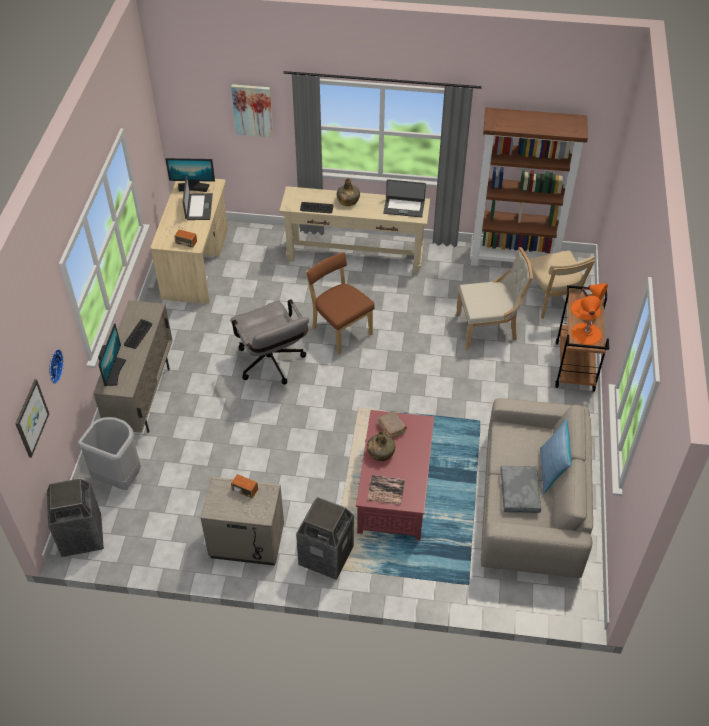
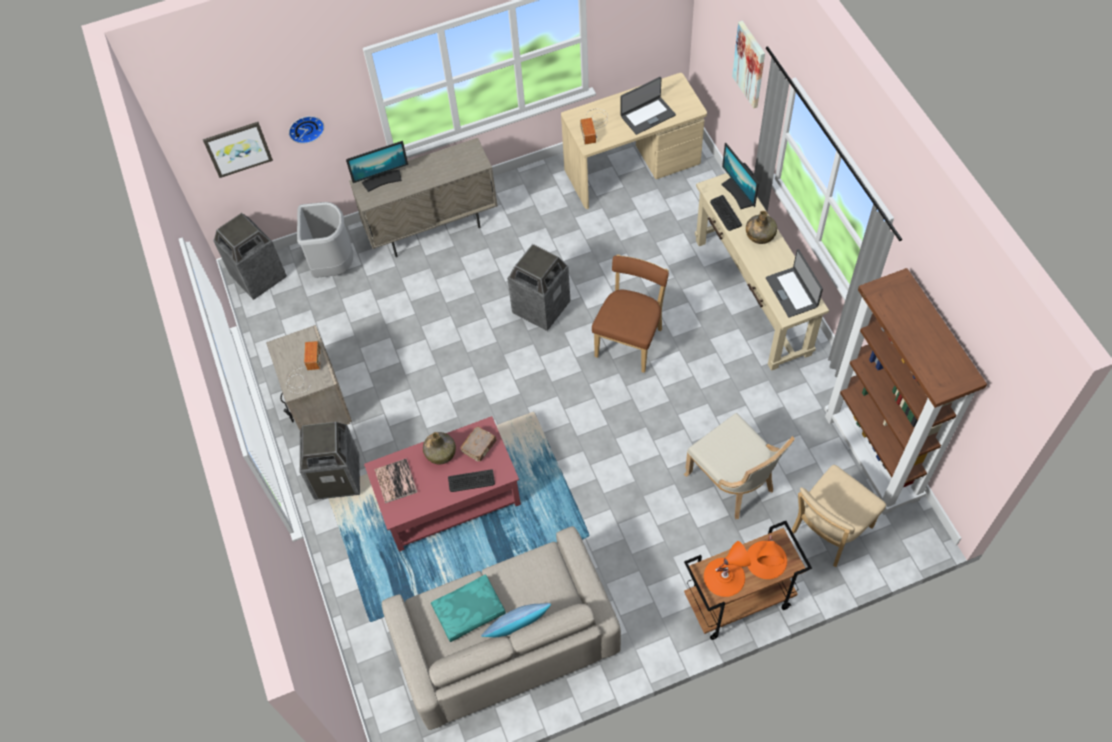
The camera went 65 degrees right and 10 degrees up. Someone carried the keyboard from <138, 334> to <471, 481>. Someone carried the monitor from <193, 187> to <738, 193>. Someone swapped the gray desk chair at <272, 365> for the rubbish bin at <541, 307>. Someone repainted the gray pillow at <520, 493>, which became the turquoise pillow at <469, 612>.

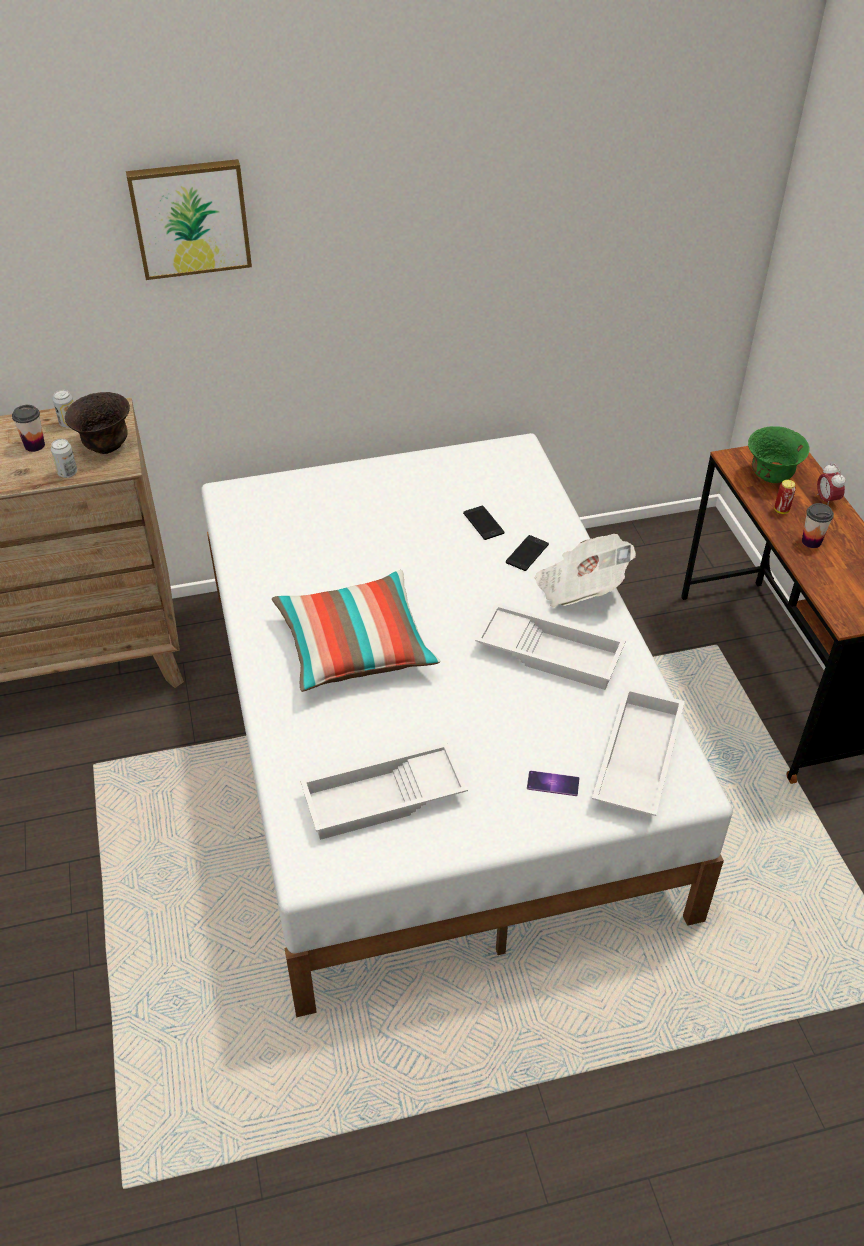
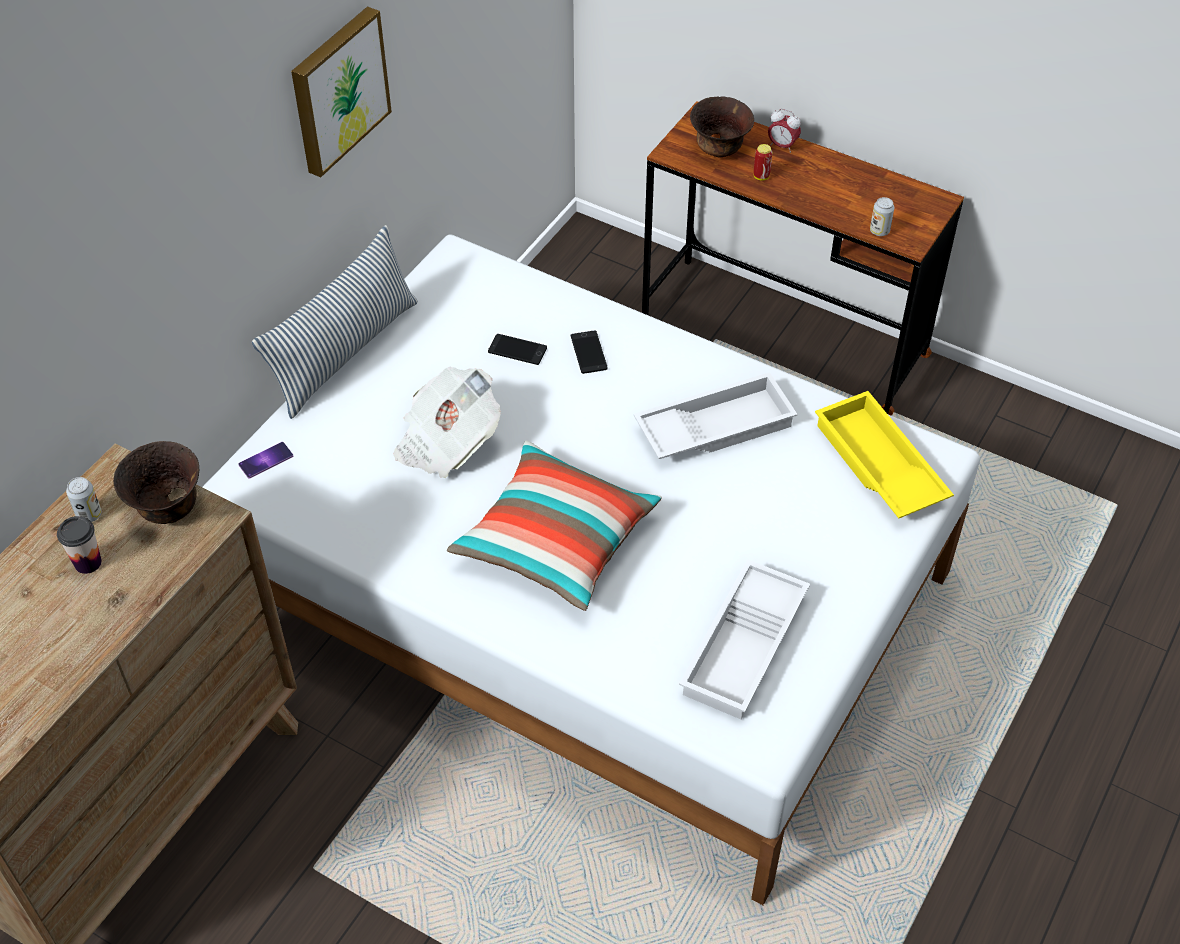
The camera went 45 degrees left and 5 degrees up. Someone carried the sealed can from <67, 473> to <879, 231>. Someone carried the wall art from <190, 217> to <337, 90>. Someone carried the telephone from <553, 783> to <266, 460>. Someone carried the daily paper from <580, 588> to <446, 441>. Someone repainted the white-coloured serving tray at <635, 758>, which became the yellow-coloured serving tray at <877, 465>. Someone repainted the greenish deep dish at <771, 477>, which became the brown deep dish at <719, 151>. Someone took away the drinking cup at <811, 541>. Someone put down the pillow at <345, 352>.

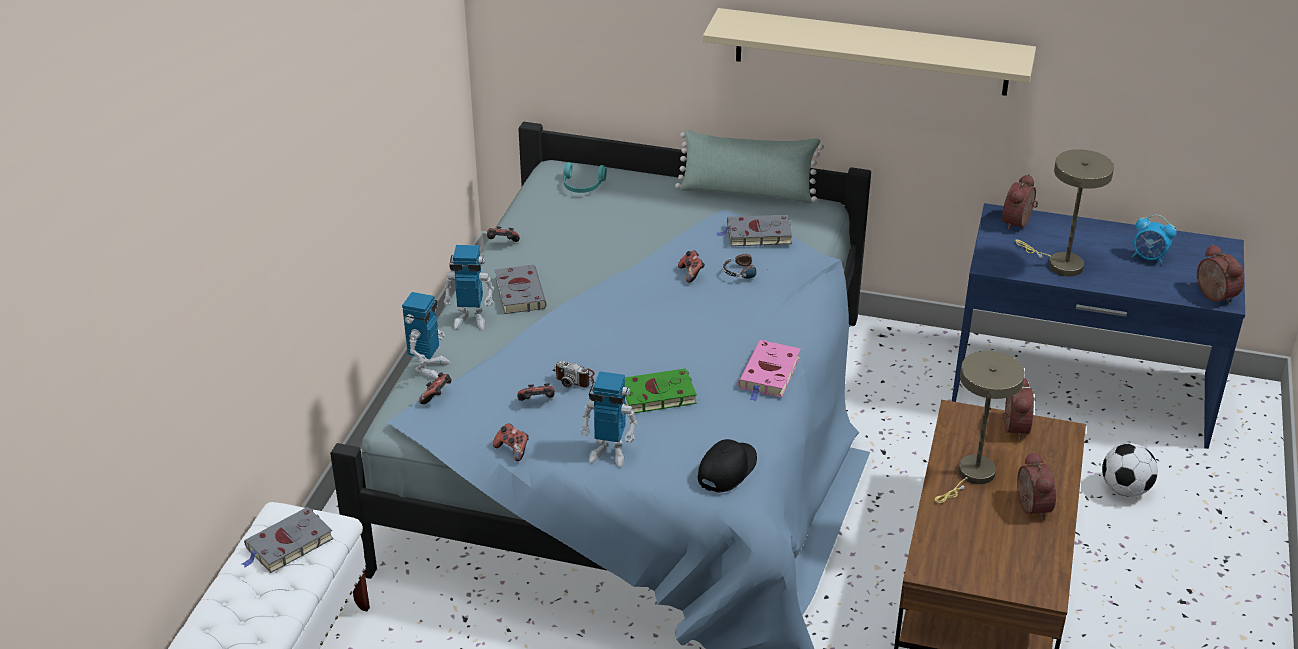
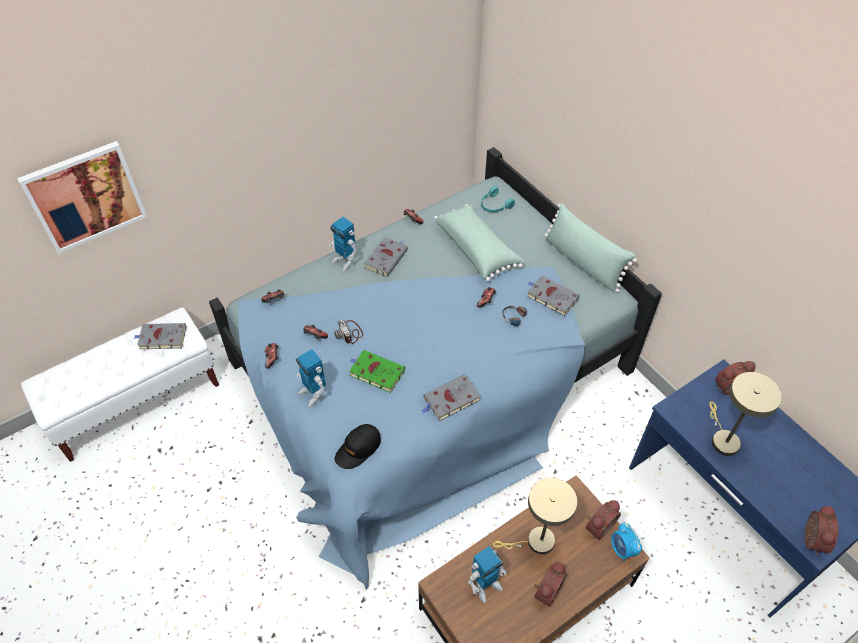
The camera went 40 degrees right and 15 degrees up. Someone carried the robot figure from <429, 368> to <485, 585>. Someone rotated the blackish peaked cap at <727, 470> by 150 degrees clockwise. Someone took away the sand-coloured shelf at <871, 52>. Someone repainted the pink volume at <769, 374>, which became the gray volume at <450, 400>. Someone took away the football ball at <1125, 489>. Someone carried the bedside clock from <1149, 258> to <622, 549>. Someone put up the wall art at <85, 196>. Someone put down the greenish pillow at <477, 249>.

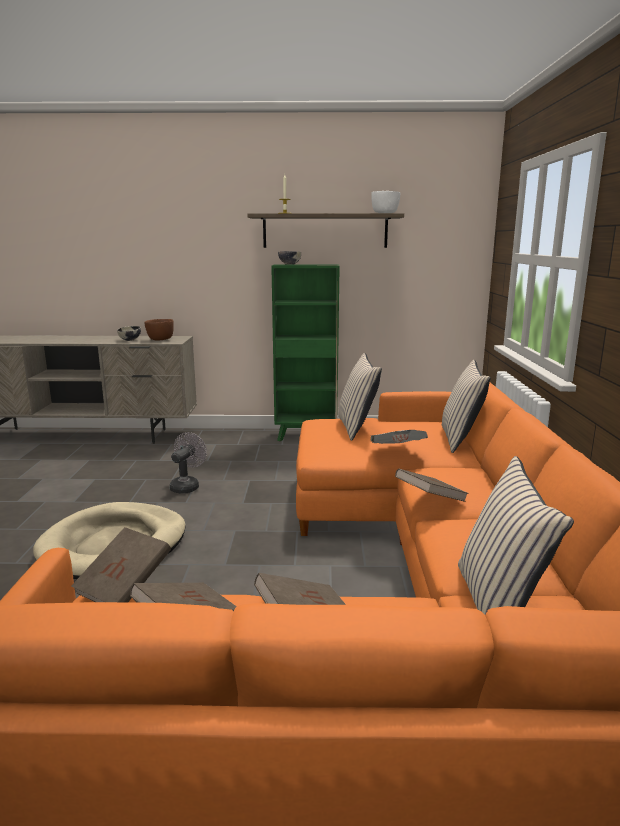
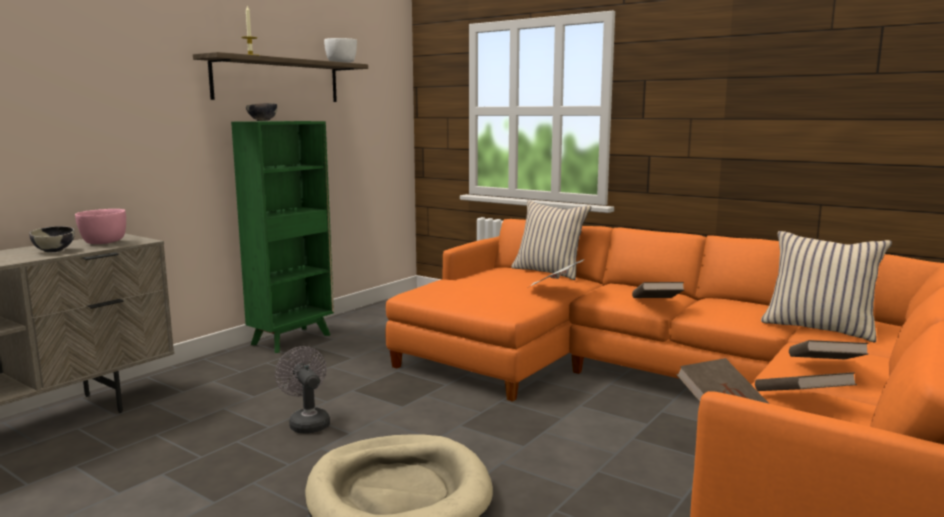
The camera went 55 degrees left and 5 degrees down. Someone repainted the brown deep dish at <160, 339>, which became the pink deep dish at <103, 243>. Someone took away the sand-coloured pillow at <357, 427>.

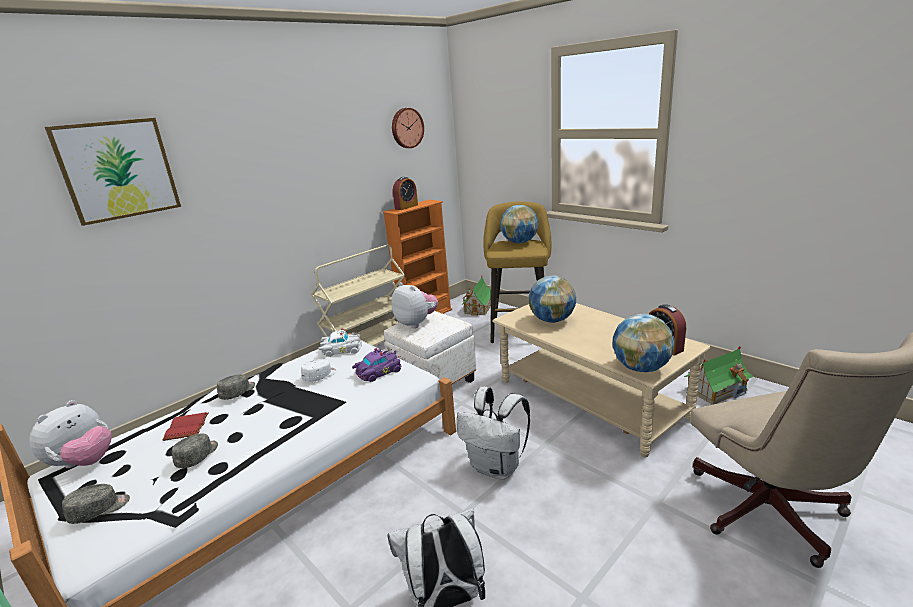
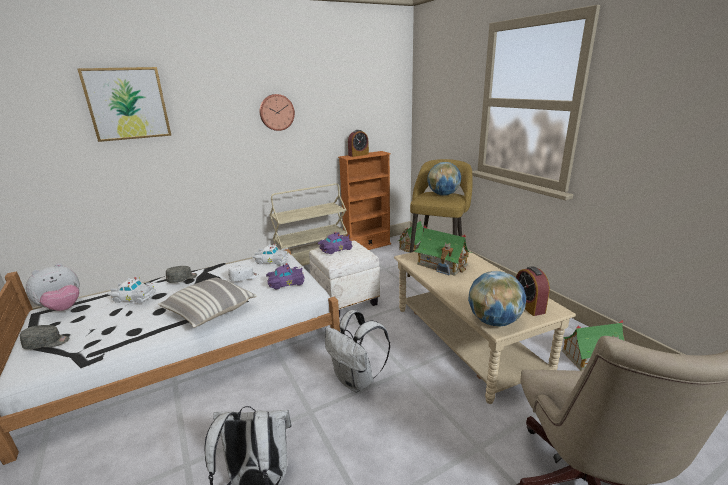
The camera went 15 degrees right and 0 degrees up. Someone swapped the reddish volume at <186, 427> for the white-coloured miniature car at <134, 297>. Someone took away the gray peaked cap at <198, 456>. Someone carried the hanging clock from <406, 128> to <276, 112>. Someone swapped the soft toy at <416, 323> for the purple miniature car at <335, 249>. Someone swapped the world globe at <552, 320> for the toy house at <442, 265>. Someone put down the pillow at <209, 311>.

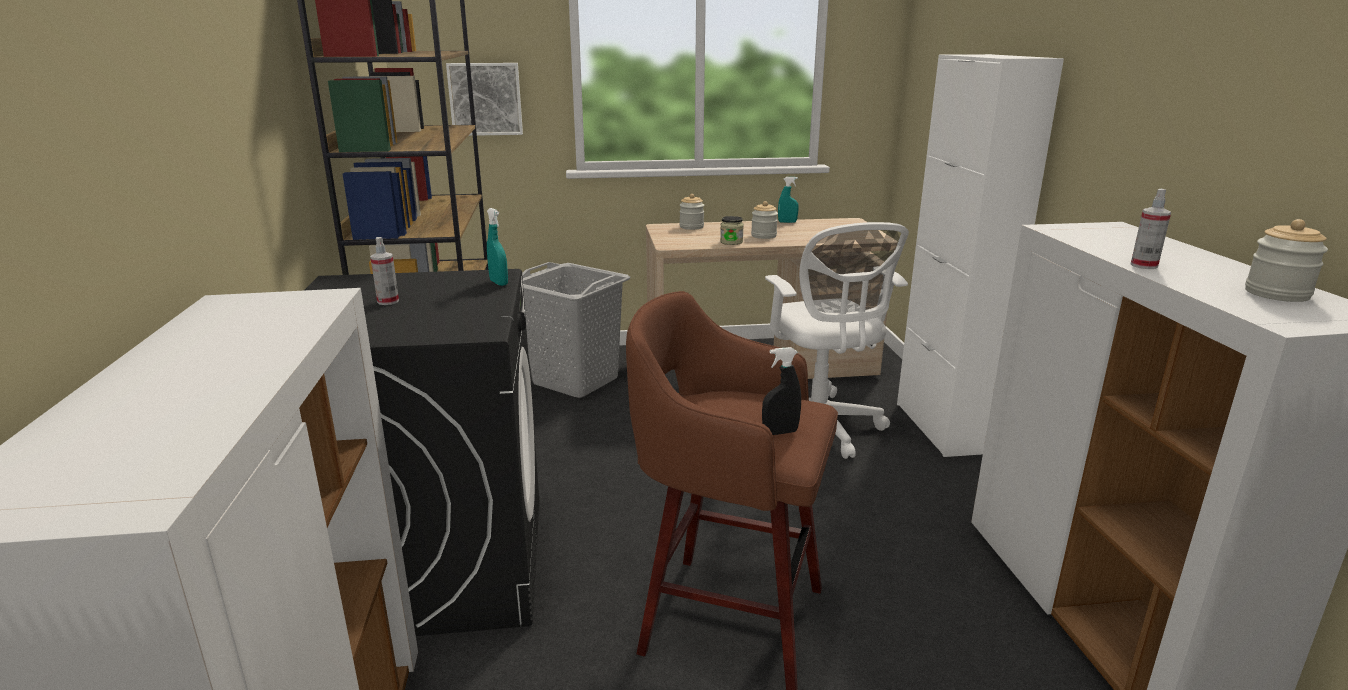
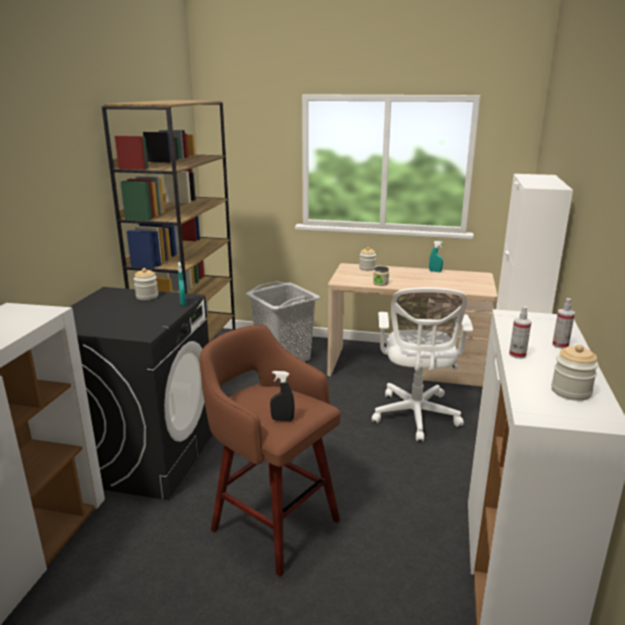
The camera went 20 degrees right and 0 degrees up. Someone carried the sprayer from <388, 301> to <560, 345>. Someone took away the wall art at <485, 99>. Someone carried the storage jar from <763, 236> to <147, 296>.

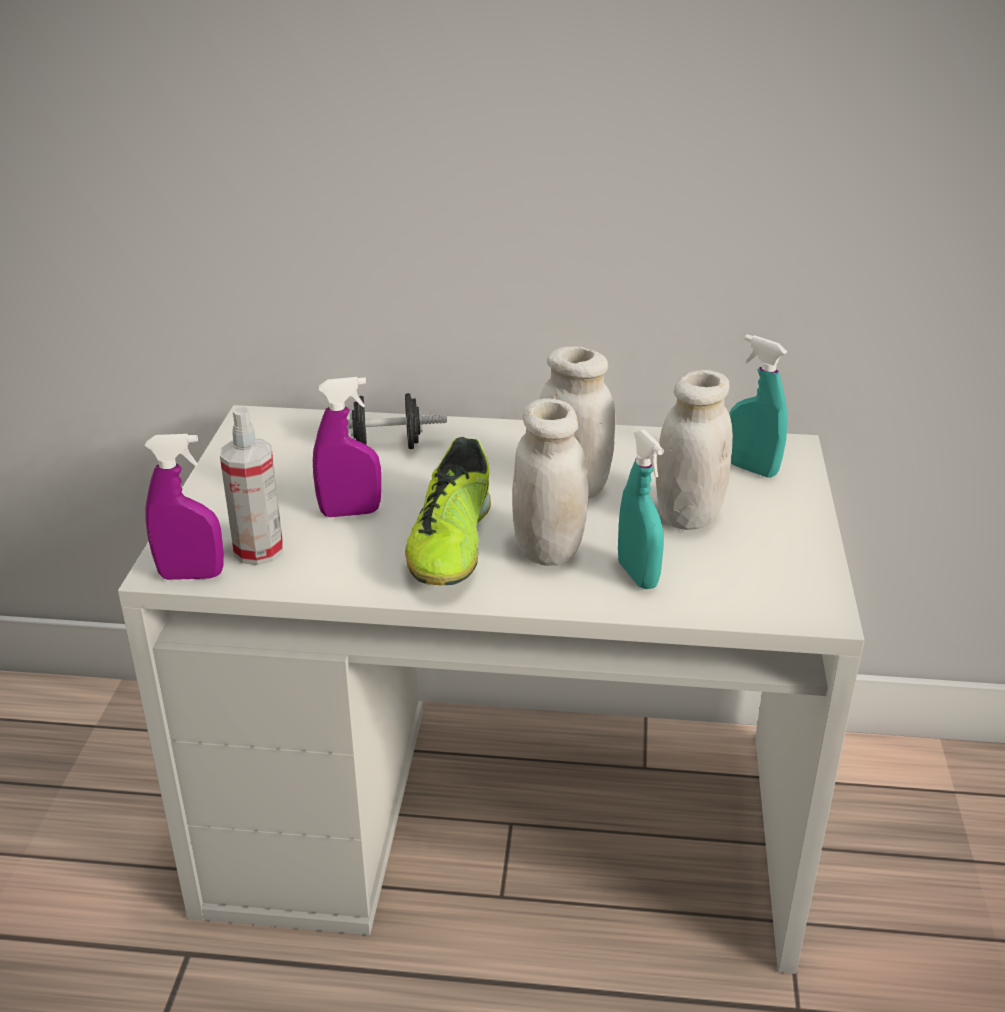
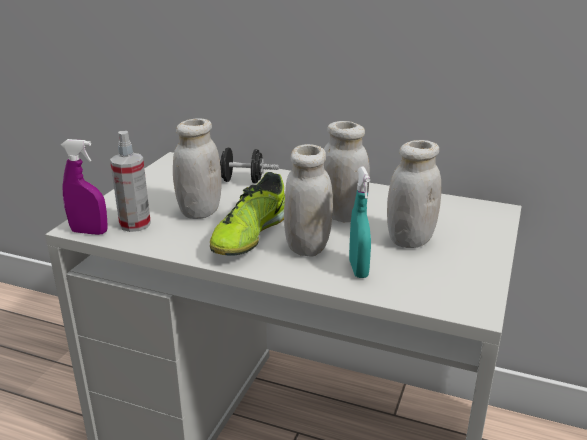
The camera went 15 degrees right and 5 degrees down. Someone swapped the purple sprayer at <350, 512> for the white-coloured storage jar at <199, 211>. Someone took away the turquoise sprayer at <751, 469>.

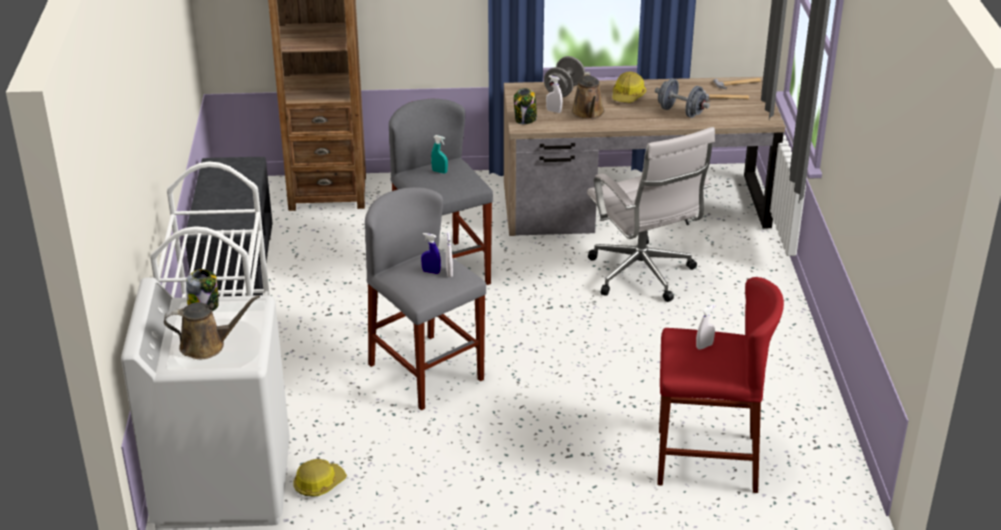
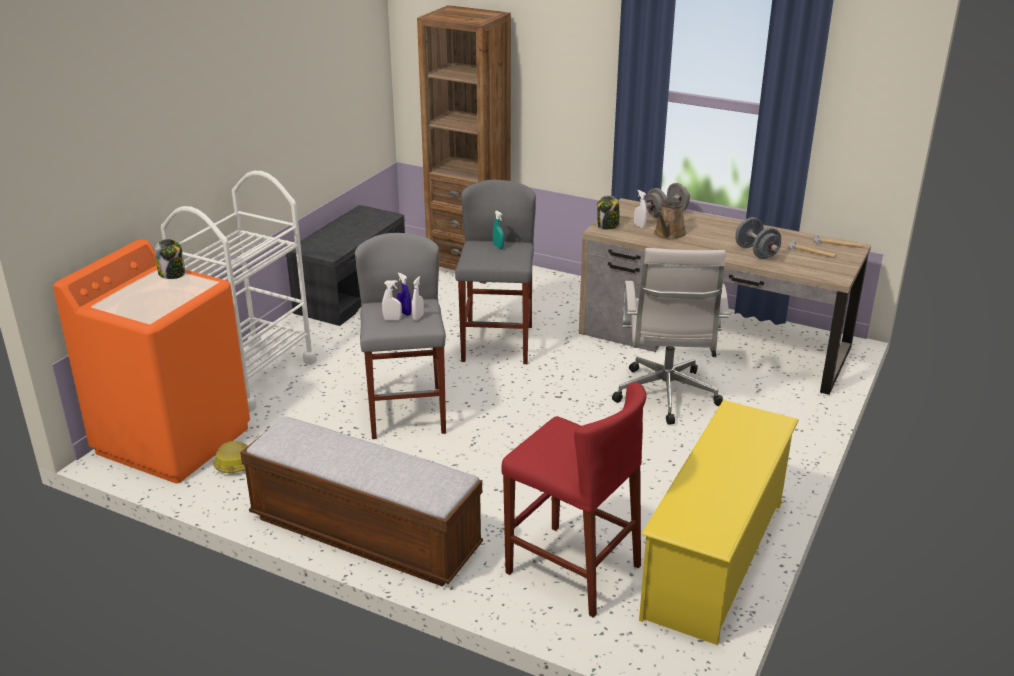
The camera went 30 degrees right and 5 degrees down. Someone repainted the white-coloured washing machine at <222, 484>, which became the orangey washing machine at <174, 439>. Someone took away the brown watering can at <207, 345>. Someone took away the work helmet at <628, 95>. Someone carried the white-coloured sprayer from <704, 346> to <392, 319>. Someone put down the long seat at <364, 533>. Someone put down the yellow-coloured shoe shelf at <715, 559>.

